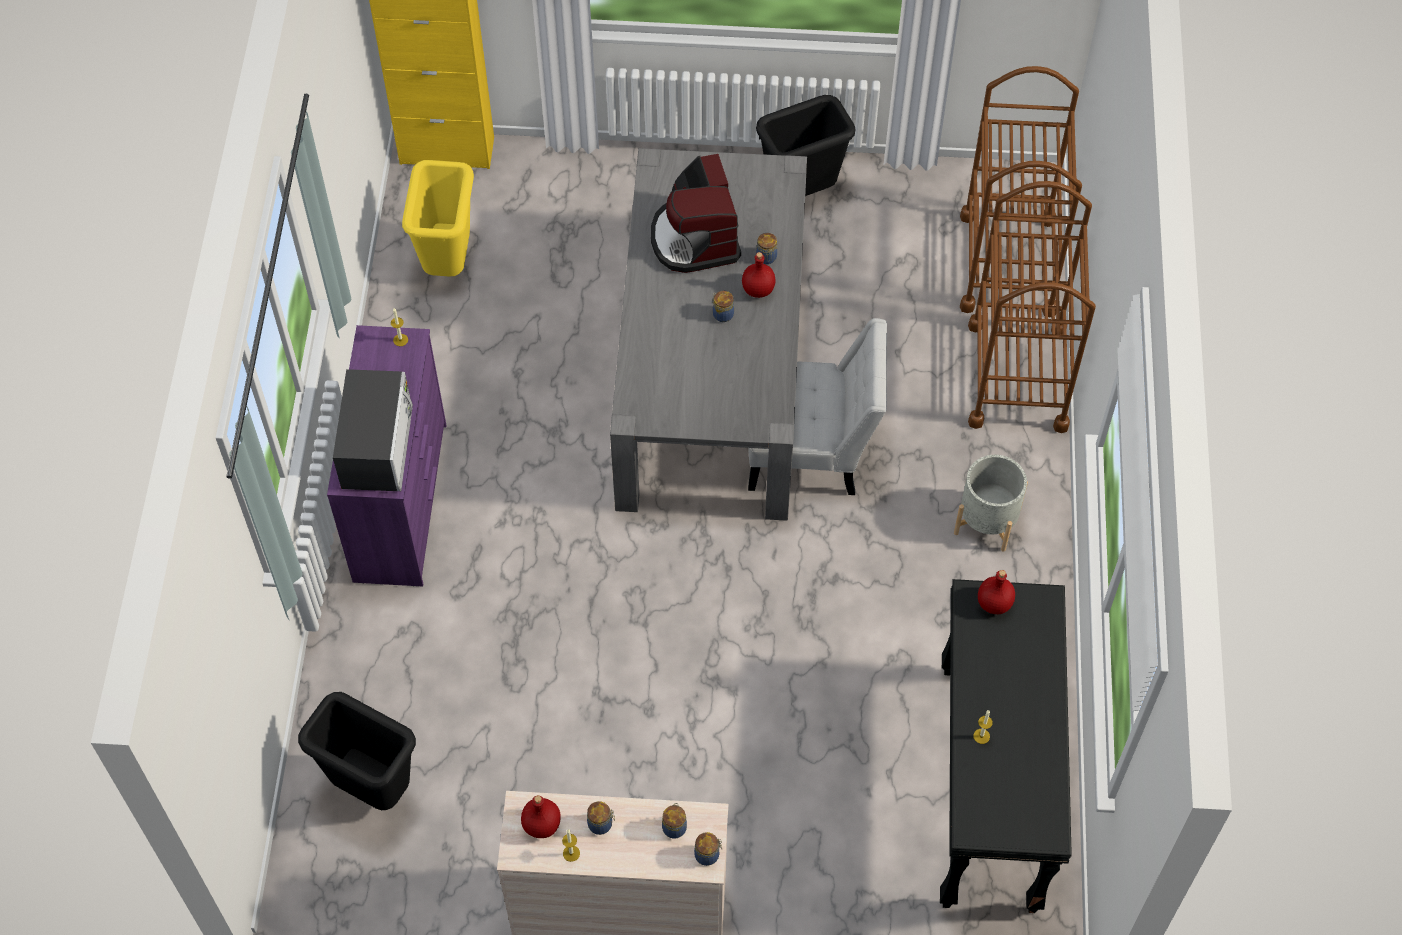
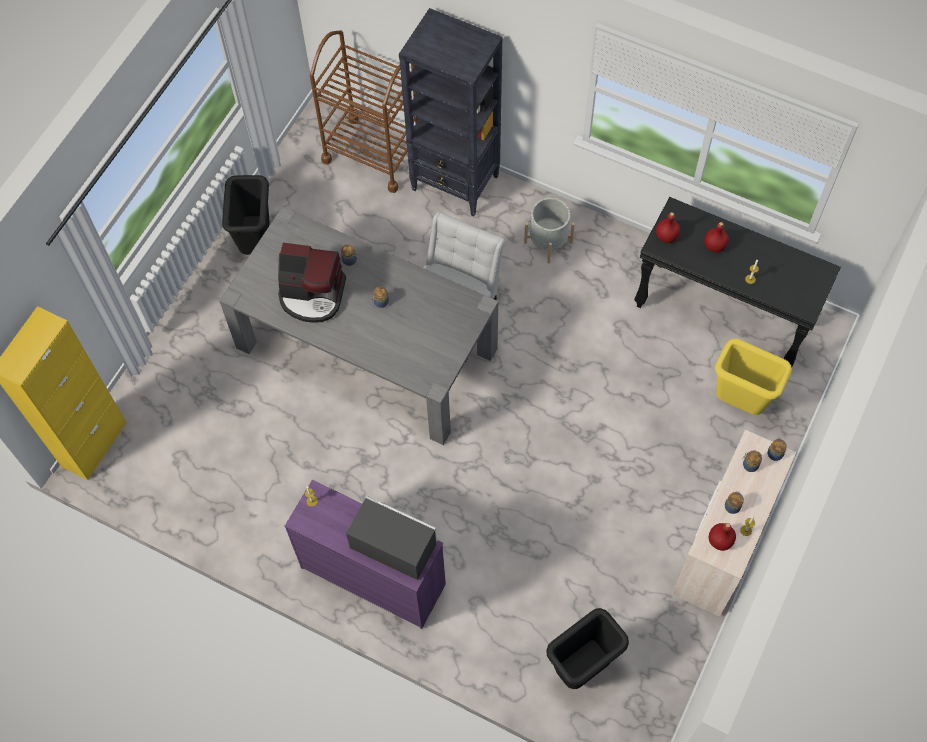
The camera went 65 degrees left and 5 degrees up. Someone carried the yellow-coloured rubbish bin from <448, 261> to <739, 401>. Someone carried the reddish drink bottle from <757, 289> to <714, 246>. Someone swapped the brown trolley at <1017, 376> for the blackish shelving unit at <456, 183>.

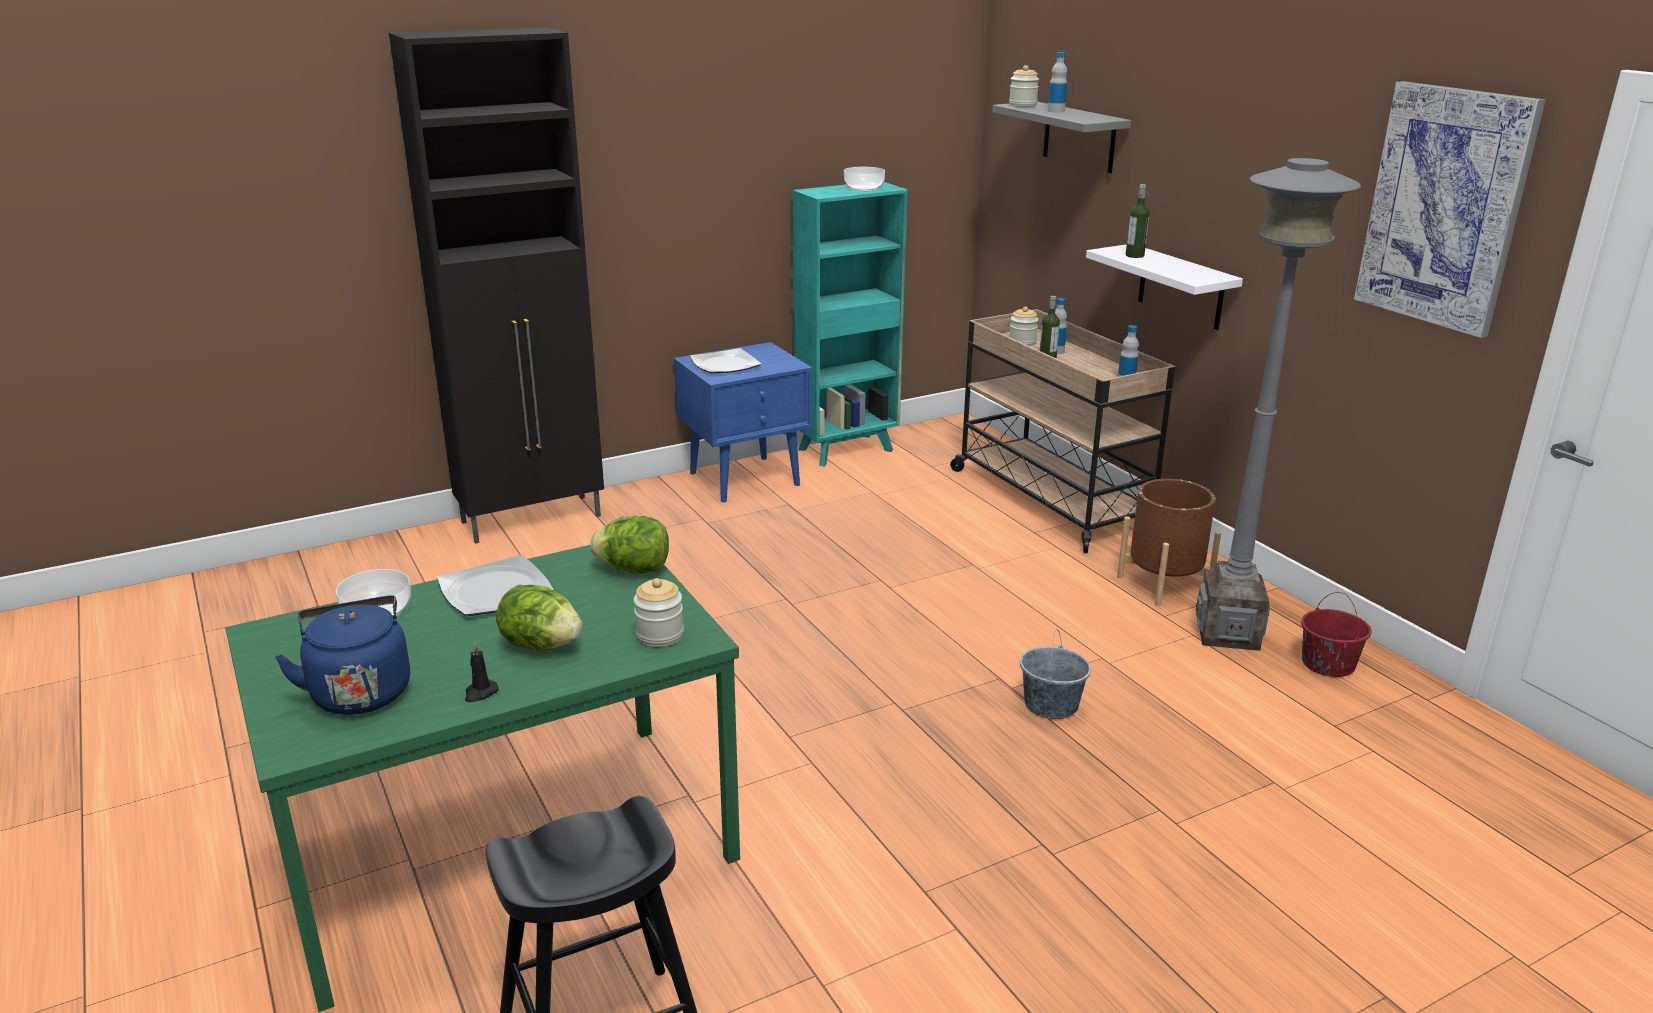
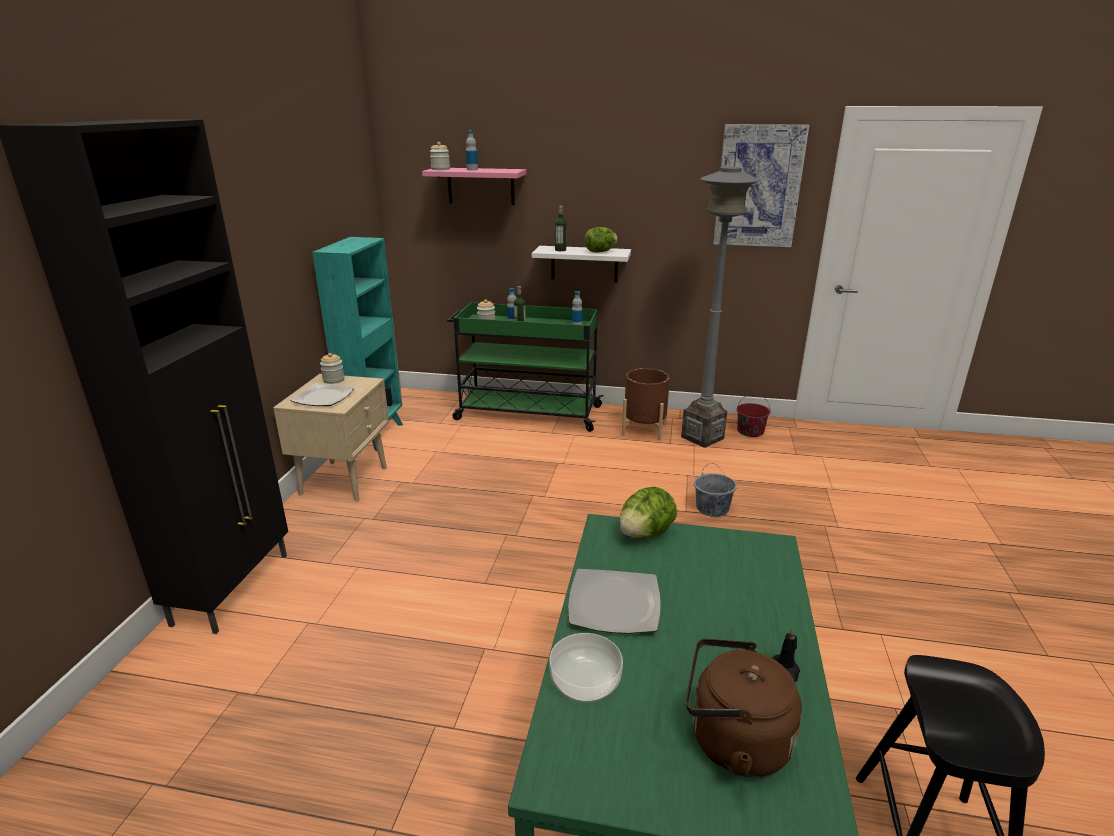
The camera went 50 degrees left and 0 degrees up. Someone repainted the blue kettle at <360, 691>, which became the brown kettle at <732, 741>. Someone carried the lettuce from <541, 645> to <600, 252>. Someone carried the storage jar from <660, 635> to <333, 380>. Someone repainted the blue nightstand at <746, 479>, which became the sand-coloured nightstand at <345, 480>. Someone took away the deep dish at <864, 188>. Someone repainted the sand-coloured trolley at <1050, 498>, which became the greenish trolley at <526, 413>. Someone repainted the gray shelf at <1079, 137>, which became the pink shelf at <481, 186>.

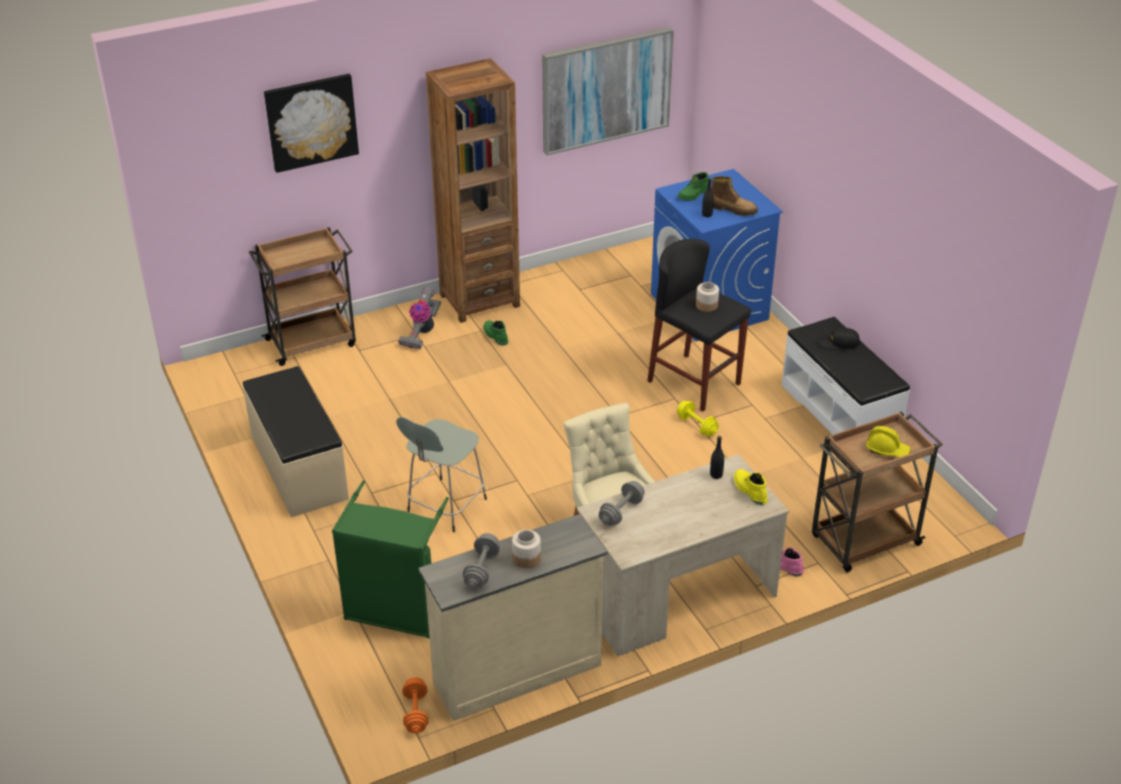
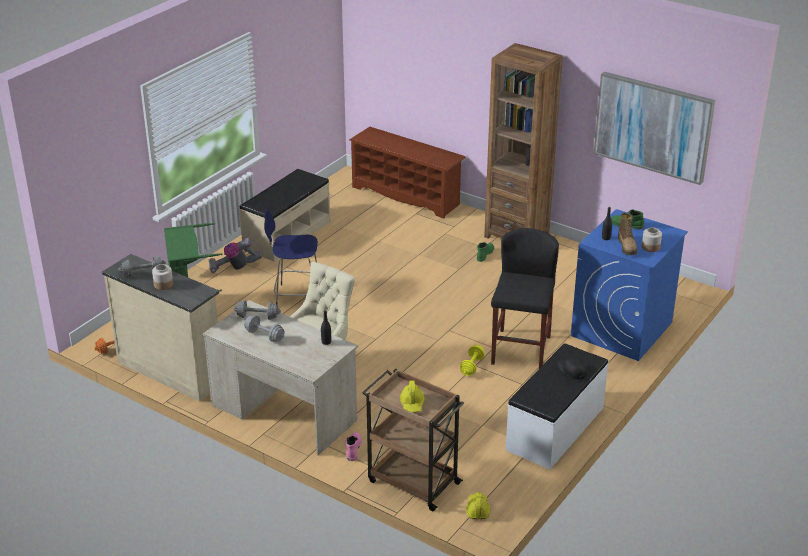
The camera went 60 degrees right and 5 degrees down. Someone swapped the brown trolley at <312, 342> for the brown shoe shelf at <407, 195>. Someone took away the wall art at <311, 122>. Someone repainted the gray stool seat at <445, 507>, which became the blue stool seat at <296, 296>. Someone carried the vacuum cleaner from <421, 332> to <235, 267>. Someone carried the storage jar from <707, 305> to <651, 247>. Someone took away the yellow-coloured boot at <749, 490>. Someone put down the gray hand weight at <264, 335>. Someone put down the yellow-coloured work helmet at <477, 509>.

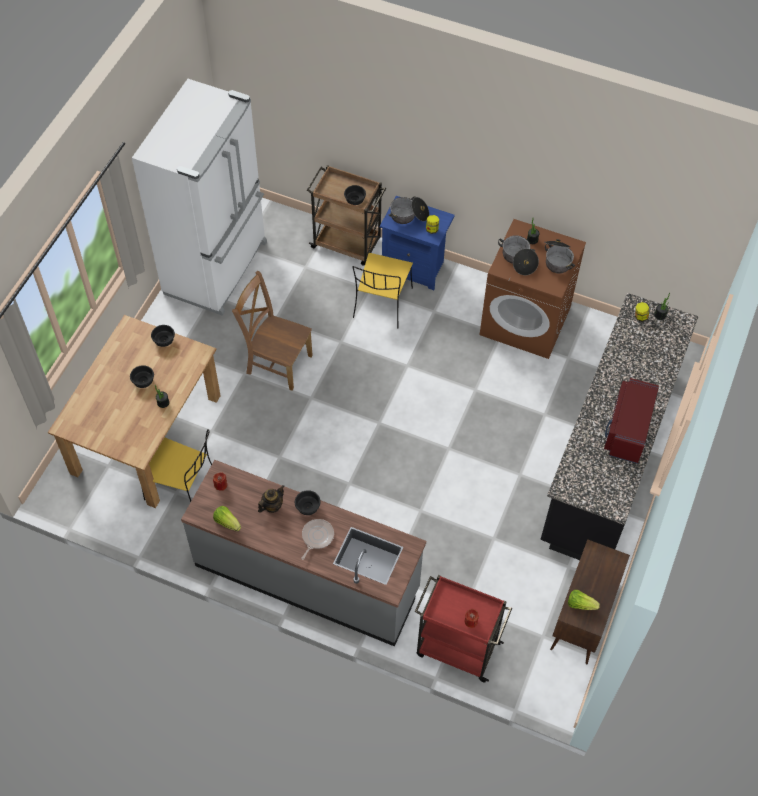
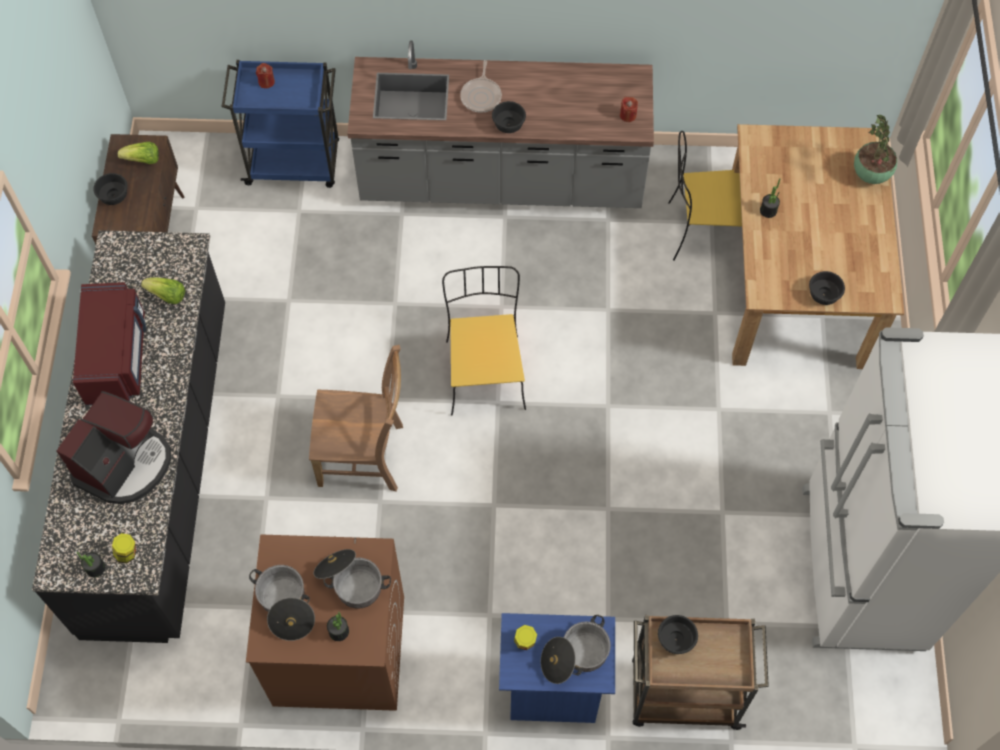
The camera went 160 degrees right and 5 degrees up. Someone carried the blackish deep dish from <144, 381> to <112, 196>. Someone carried the lettuce from <227, 522> to <167, 295>. Someone carried the brown upright chair from <277, 362> to <365, 456>. Someone took away the teapot at <272, 506>. Someone carried the yellow-coloured upright chair from <382, 304> to <484, 373>. Someone repainted the reddish trolley at <456, 648>, which became the blue trolley at <295, 163>. Someone put down the coffee maker at <125, 464>. Someone put down the plant in a pot at <871, 176>.

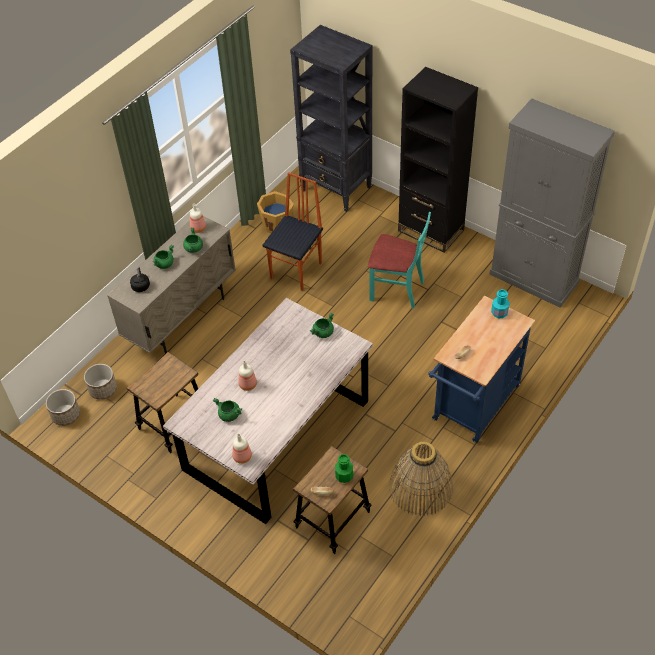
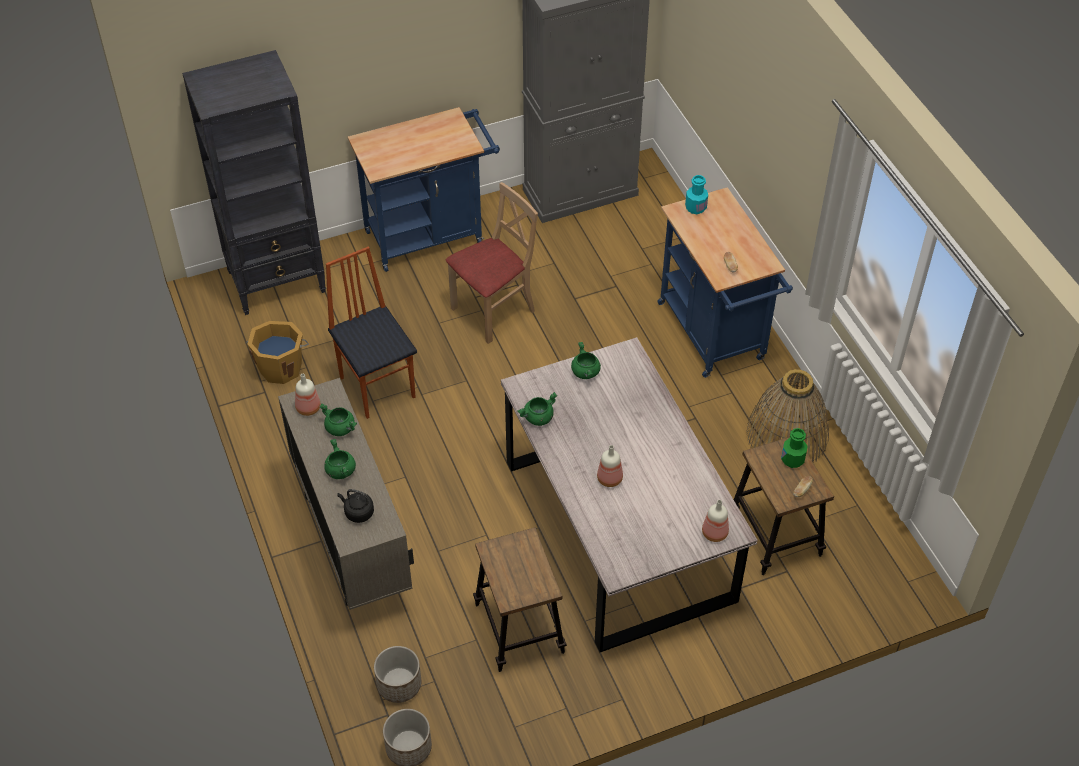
The camera went 60 degrees left and 0 degrees up. Someone carried the greenish stockpot from <228, 415> to <538, 418>. Someone repainted the turquoise upright chair at <397, 290>, which became the sand-coloured upright chair at <494, 311>. Someone swapped the blackish shelving unit at <430, 230> for the blue trolley at <430, 235>.

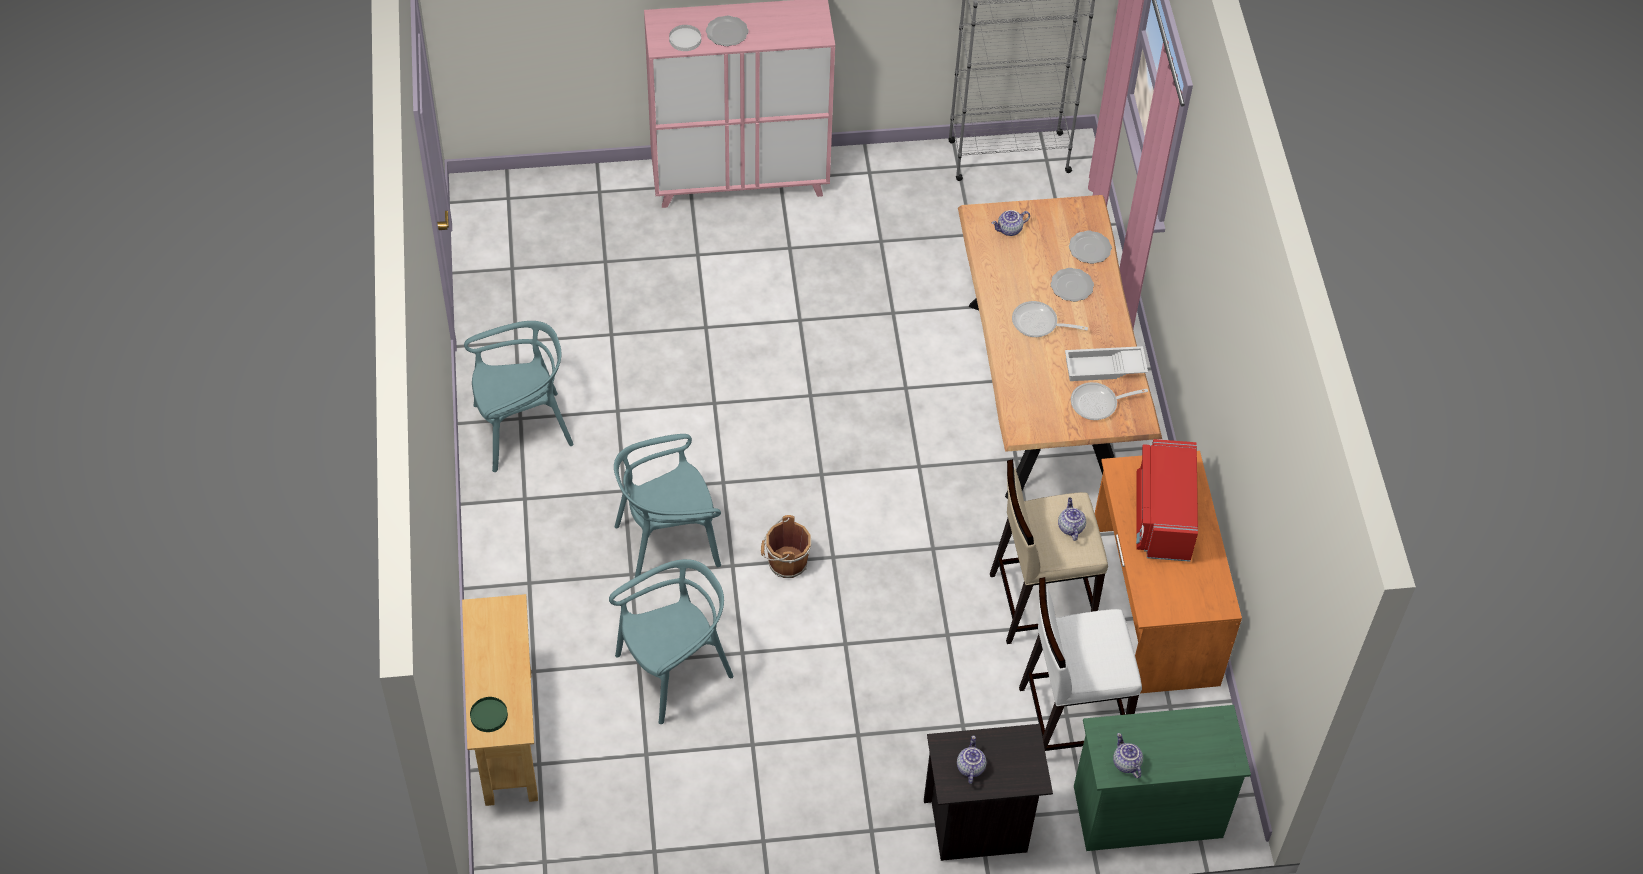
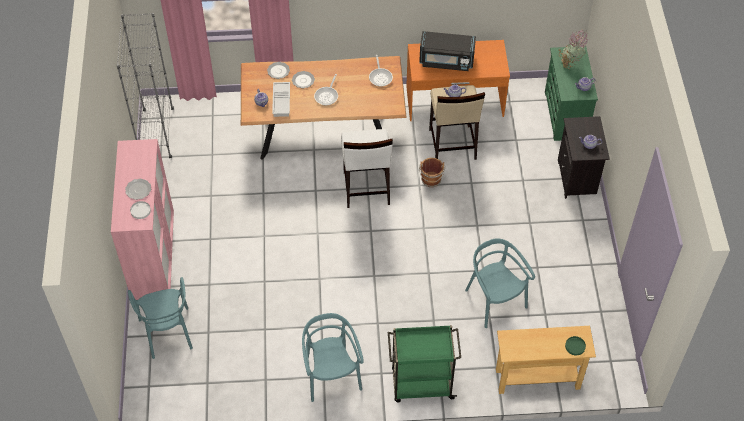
The camera went 85 degrees left and 0 degrees up. Someone carried the turquoise upright chair from <668, 541> to <167, 332>. Someone carried the brown water bucket from <785, 563> to <431, 180>. Someone carried the white-coloured stool seat from <1070, 718> to <366, 188>. Someone carried the white-coloured serving tray from <1104, 368> to <282, 101>. Someone repainted the reddish kitchen microwave at <1163, 516>, which became the blackish kitchen microwave at <446, 61>. Someone put down the greenish trolley at <421, 384>. Someone put down the plant in a pot at <570, 63>.

